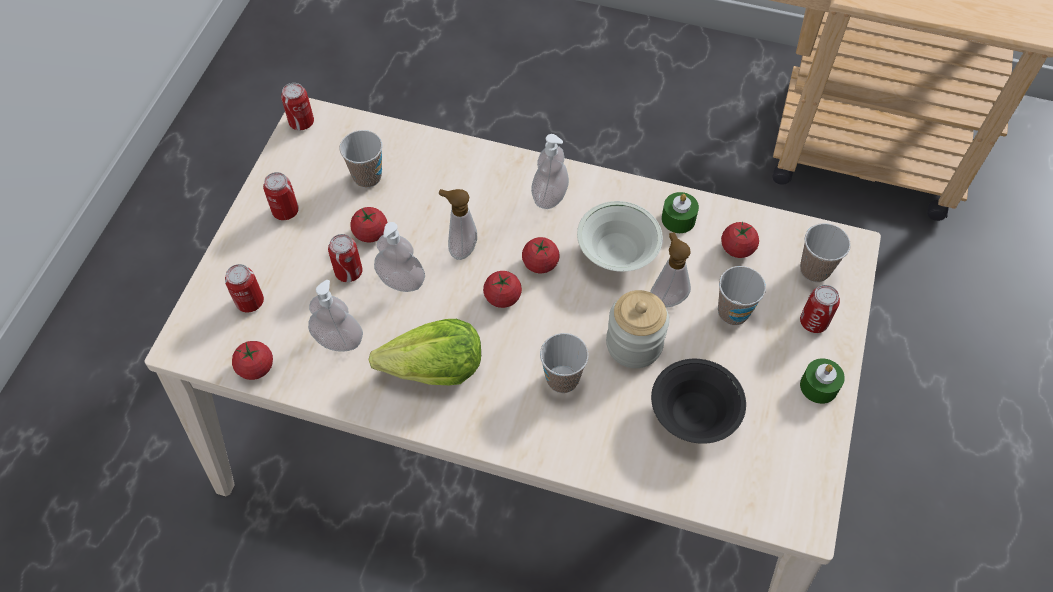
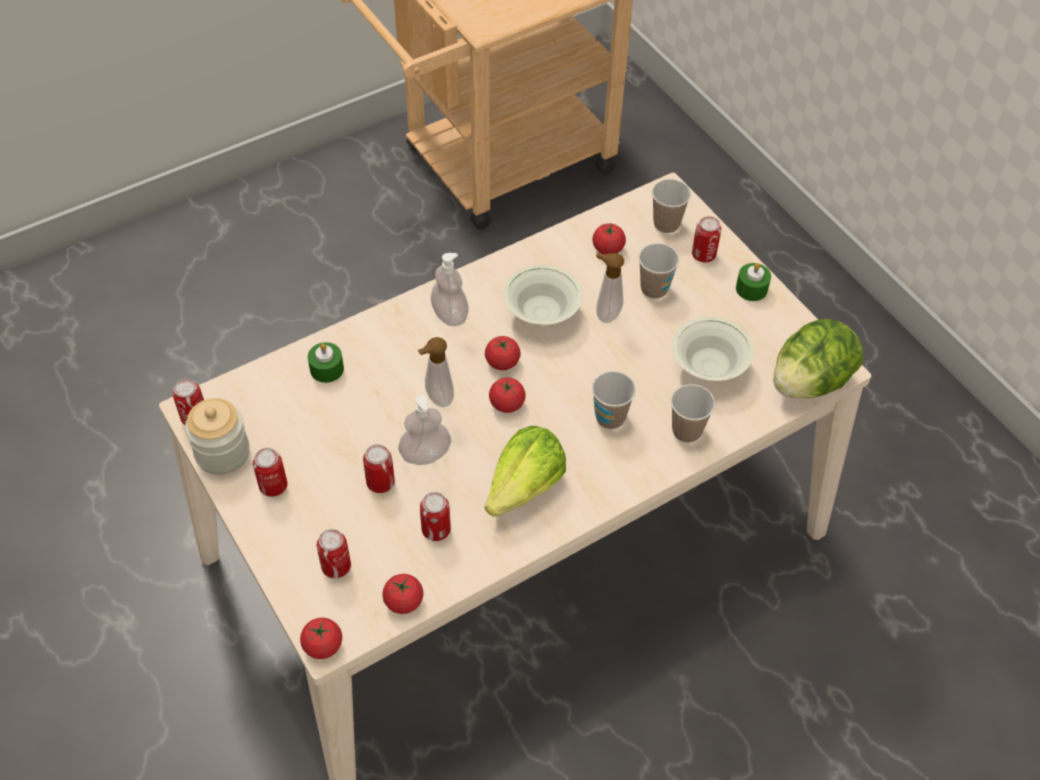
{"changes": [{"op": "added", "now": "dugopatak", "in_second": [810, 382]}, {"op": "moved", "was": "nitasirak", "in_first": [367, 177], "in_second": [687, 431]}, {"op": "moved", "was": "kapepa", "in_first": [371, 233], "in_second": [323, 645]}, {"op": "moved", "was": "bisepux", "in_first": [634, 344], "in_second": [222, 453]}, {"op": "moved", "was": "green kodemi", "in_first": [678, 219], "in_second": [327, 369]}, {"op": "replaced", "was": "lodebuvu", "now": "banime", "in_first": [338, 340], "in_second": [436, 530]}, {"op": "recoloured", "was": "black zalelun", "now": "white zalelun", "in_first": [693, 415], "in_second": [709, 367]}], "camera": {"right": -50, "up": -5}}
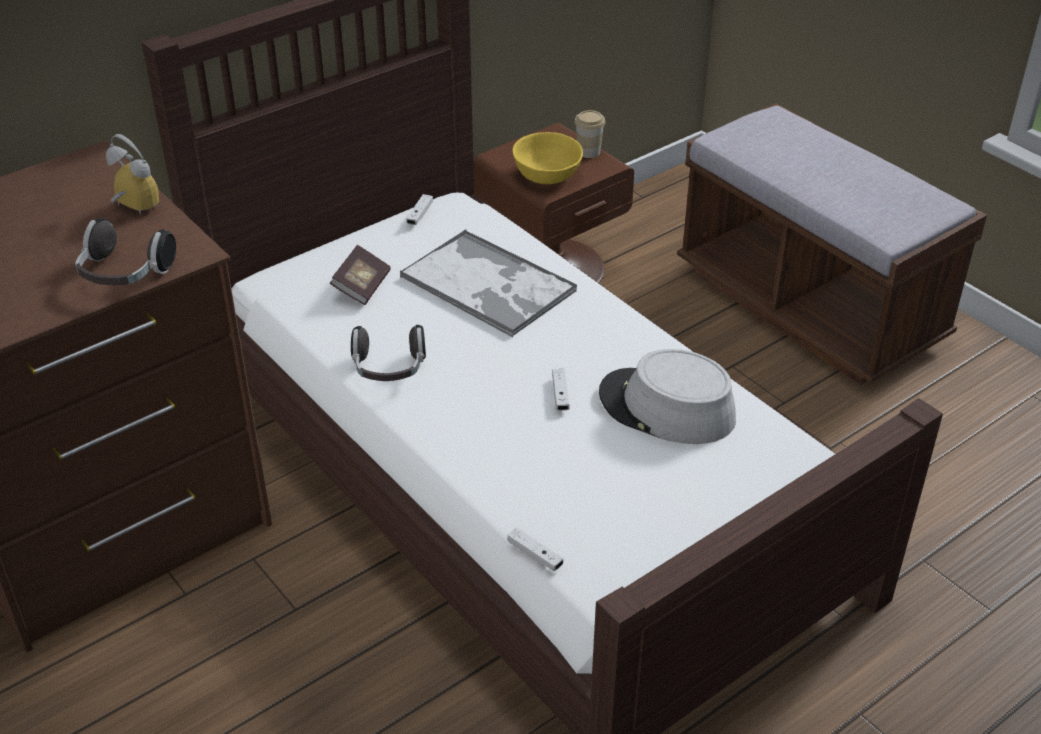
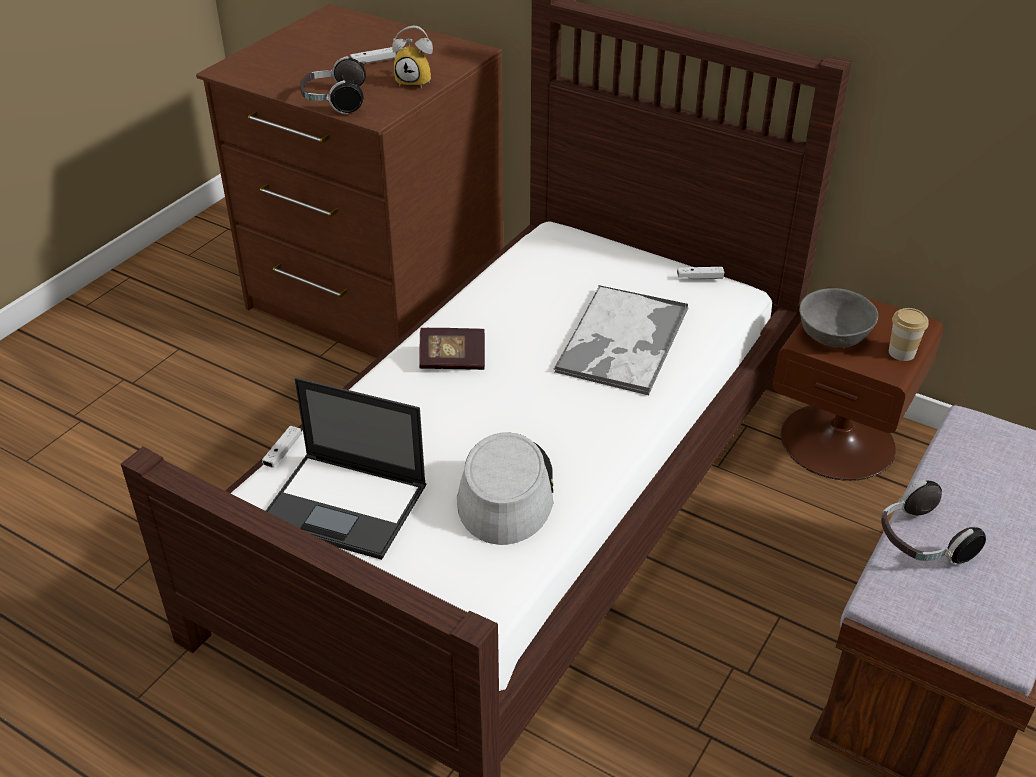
{"changes": [{"op": "added", "now": "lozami", "in_second": [346, 505]}, {"op": "moved", "was": "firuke", "in_first": [362, 286], "in_second": [452, 360]}, {"op": "moved", "was": "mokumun", "in_first": [389, 370], "in_second": [921, 542]}, {"op": "moved", "was": "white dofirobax", "in_first": [560, 395], "in_second": [373, 61]}, {"op": "recoloured", "was": "yellow zalelun", "now": "grey zalelun", "in_first": [547, 175], "in_second": [833, 336]}, {"op": "turned", "was": "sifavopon", "in_first": [132, 209], "in_second": [416, 82], "clockwise": 90}], "camera": {"right": 70, "up": 0}}
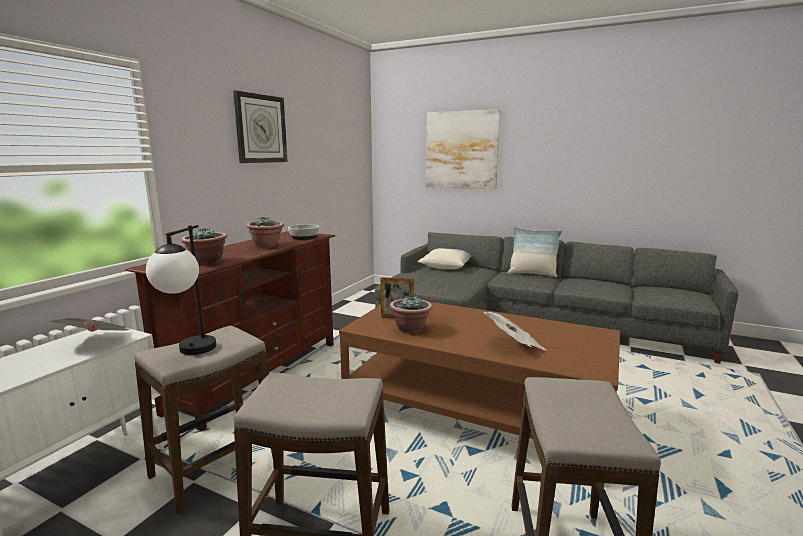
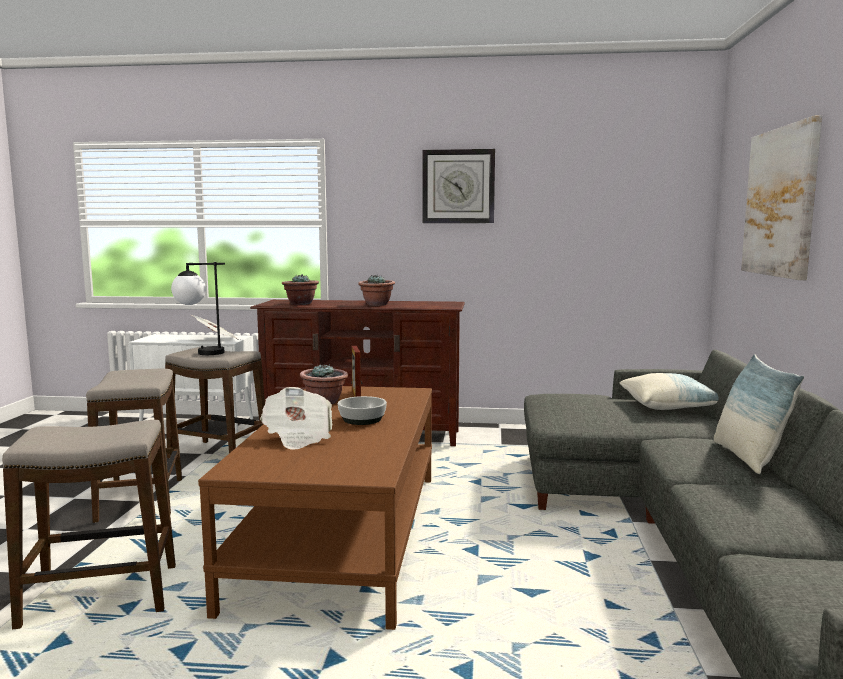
{"changes": [{"op": "moved", "was": "zalelun", "in_first": [304, 237], "in_second": [362, 419]}], "camera": {"right": 70, "up": -5}}
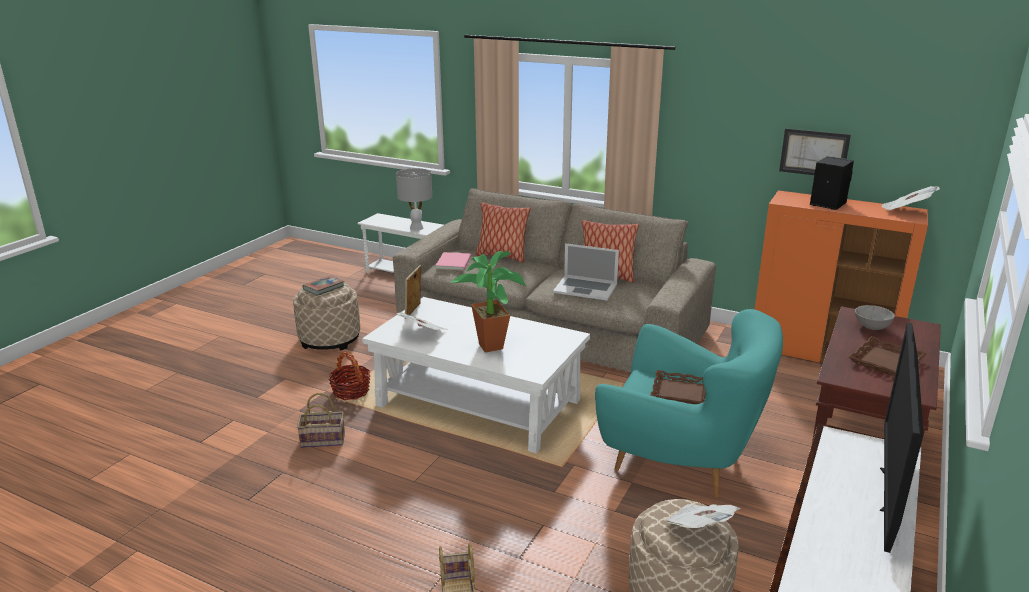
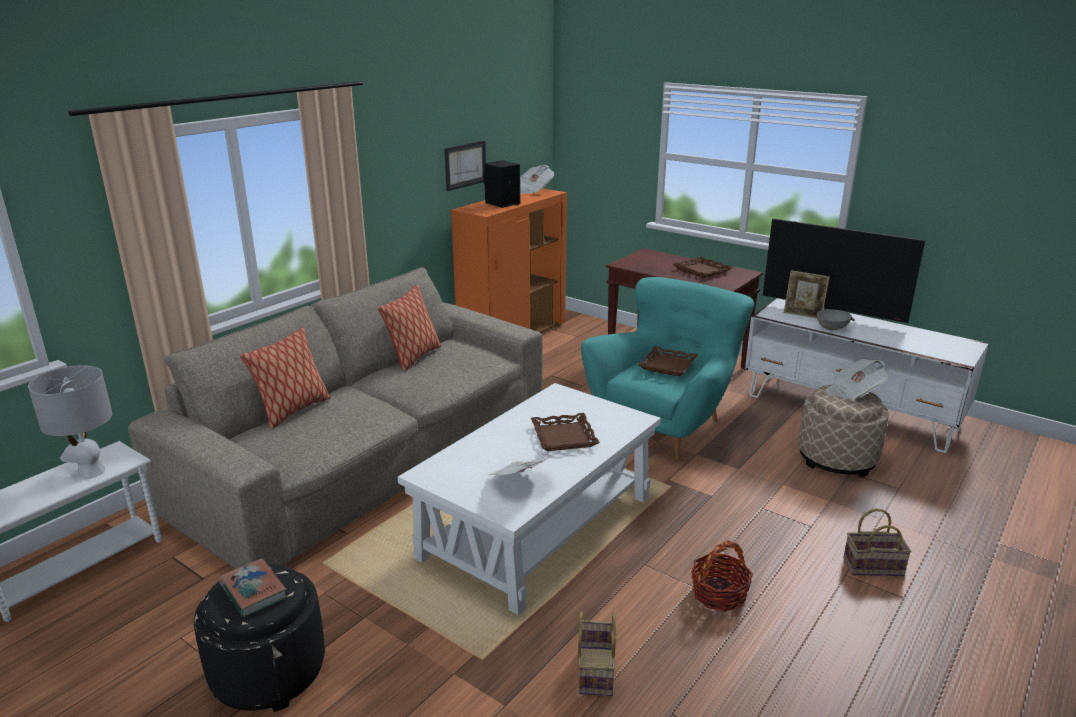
{"changes": [{"op": "removed", "was": "pink firuke", "in_first": [455, 262]}, {"op": "removed", "was": "lozami", "in_first": [585, 288]}, {"op": "moved", "was": "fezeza", "in_first": [351, 391], "in_second": [719, 594]}, {"op": "moved", "was": "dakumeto", "in_first": [414, 311], "in_second": [803, 315]}, {"op": "moved", "was": "grey zalelun", "in_first": [871, 327], "in_second": [832, 329]}, {"op": "replaced", "was": "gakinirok", "now": "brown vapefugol", "in_first": [492, 344], "in_second": [563, 437]}, {"op": "recoloured", "was": "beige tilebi", "now": "black tilebi", "in_first": [330, 339], "in_second": [268, 672]}], "camera": {"right": -80, "up": 0}}
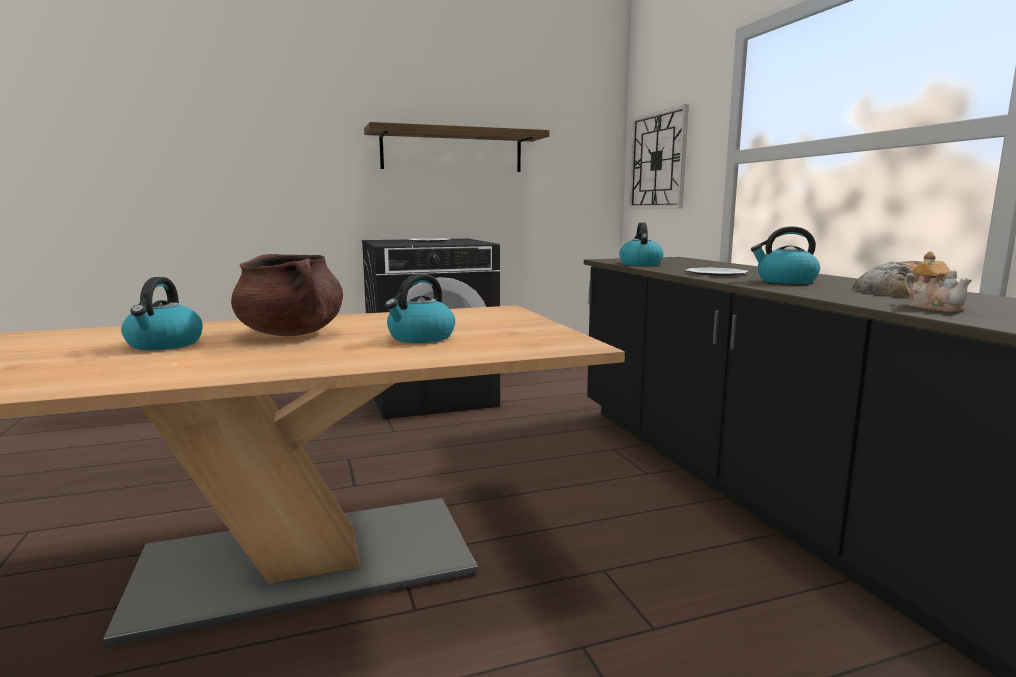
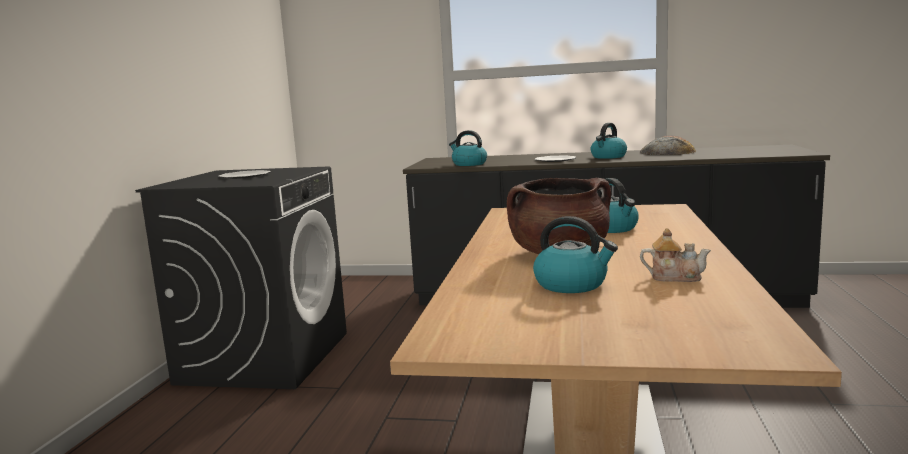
{"changes": [{"op": "removed", "was": "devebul", "in_first": [452, 151]}, {"op": "removed", "was": "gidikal", "in_first": [658, 161]}, {"op": "moved", "was": "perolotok", "in_first": [934, 307], "in_second": [674, 277]}], "camera": {"right": -60, "up": 0}}
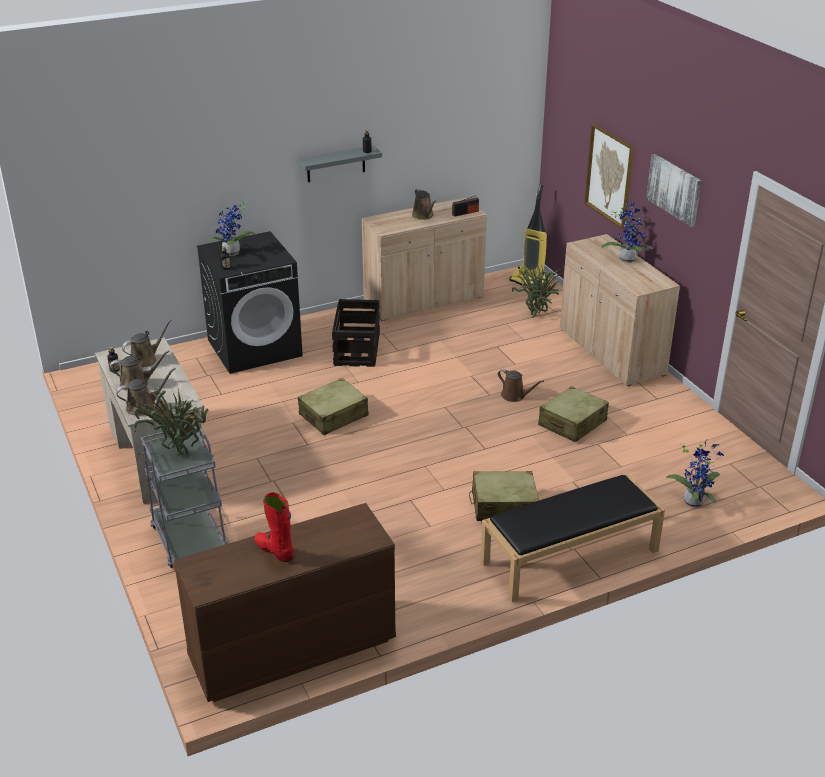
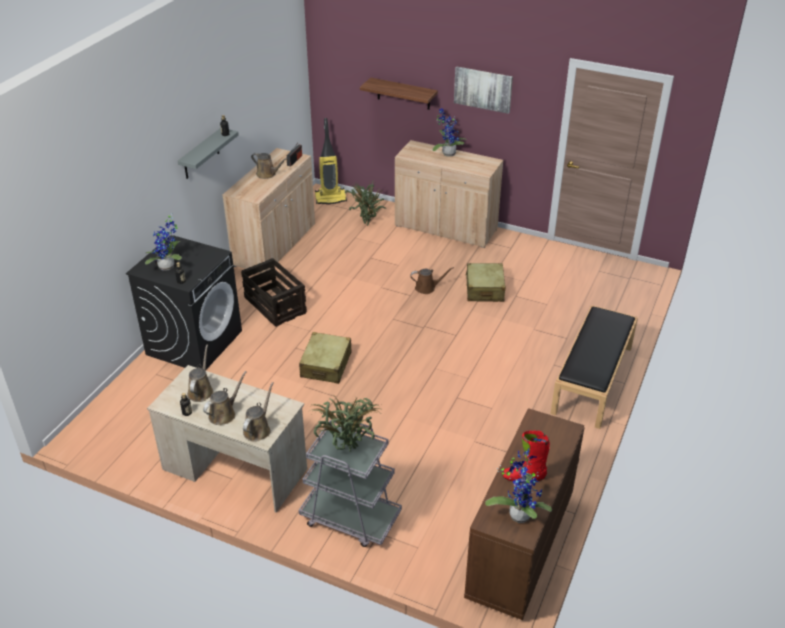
{"changes": [{"op": "removed", "was": "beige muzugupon", "in_first": [503, 506]}, {"op": "moved", "was": "gakinirok", "in_first": [694, 500], "in_second": [519, 513]}, {"op": "replaced", "was": "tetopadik", "now": "devebul", "in_first": [610, 176], "in_second": [403, 94]}], "camera": {"right": -40, "up": 5}}
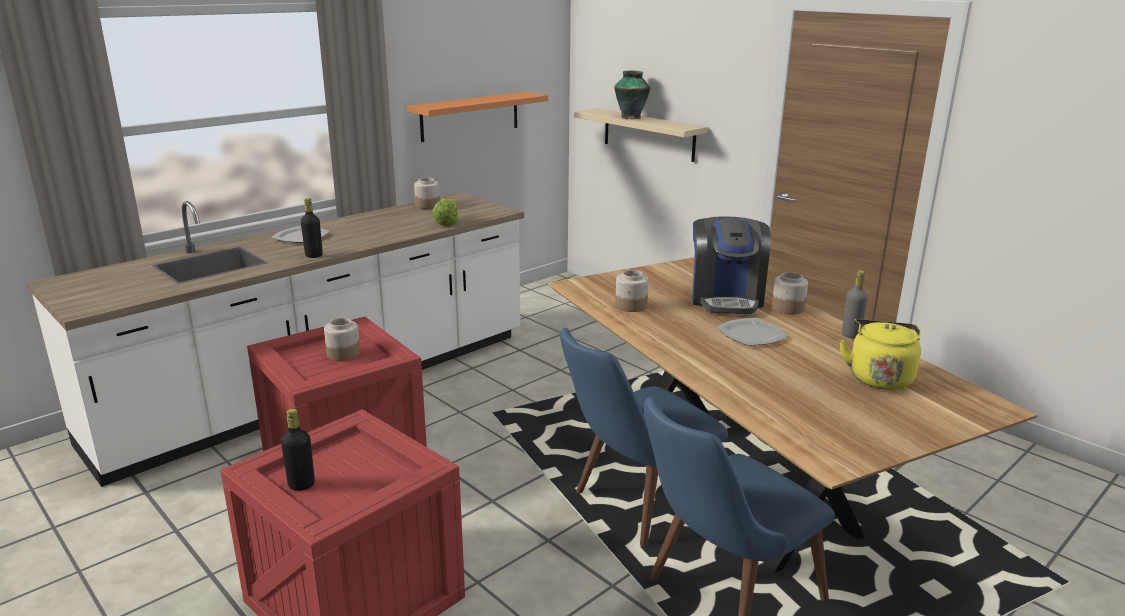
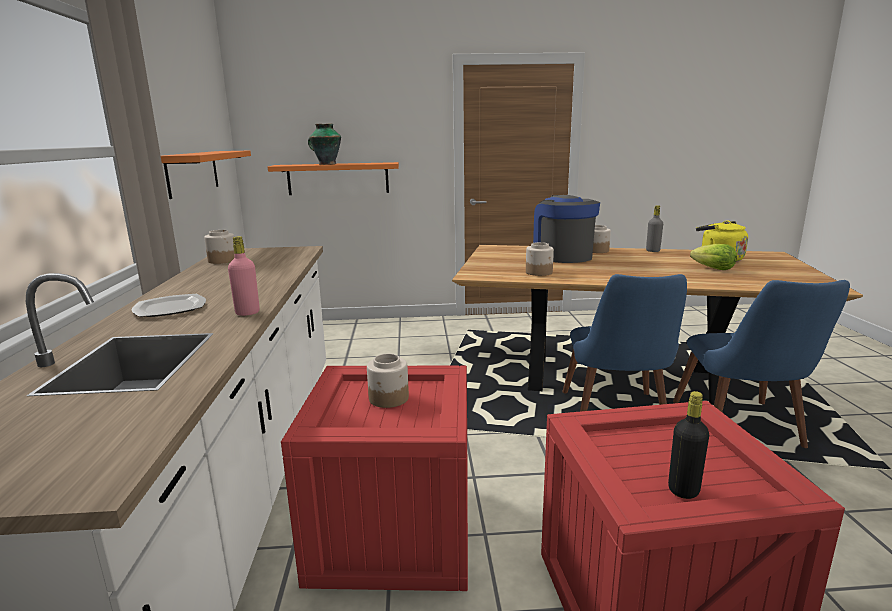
{"changes": [{"op": "removed", "was": "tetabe", "in_first": [751, 334]}, {"op": "moved", "was": "dugopatak", "in_first": [446, 223], "in_second": [713, 269]}, {"op": "recoloured", "was": "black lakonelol", "now": "pink lakonelol", "in_first": [314, 255], "in_second": [247, 313]}, {"op": "recoloured", "was": "beige devebul", "now": "orange devebul", "in_first": [648, 134], "in_second": [338, 178]}, {"op": "turned", "was": "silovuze", "in_first": [726, 298], "in_second": [562, 255], "clockwise": -150}], "camera": {"right": -50, "up": -5}}
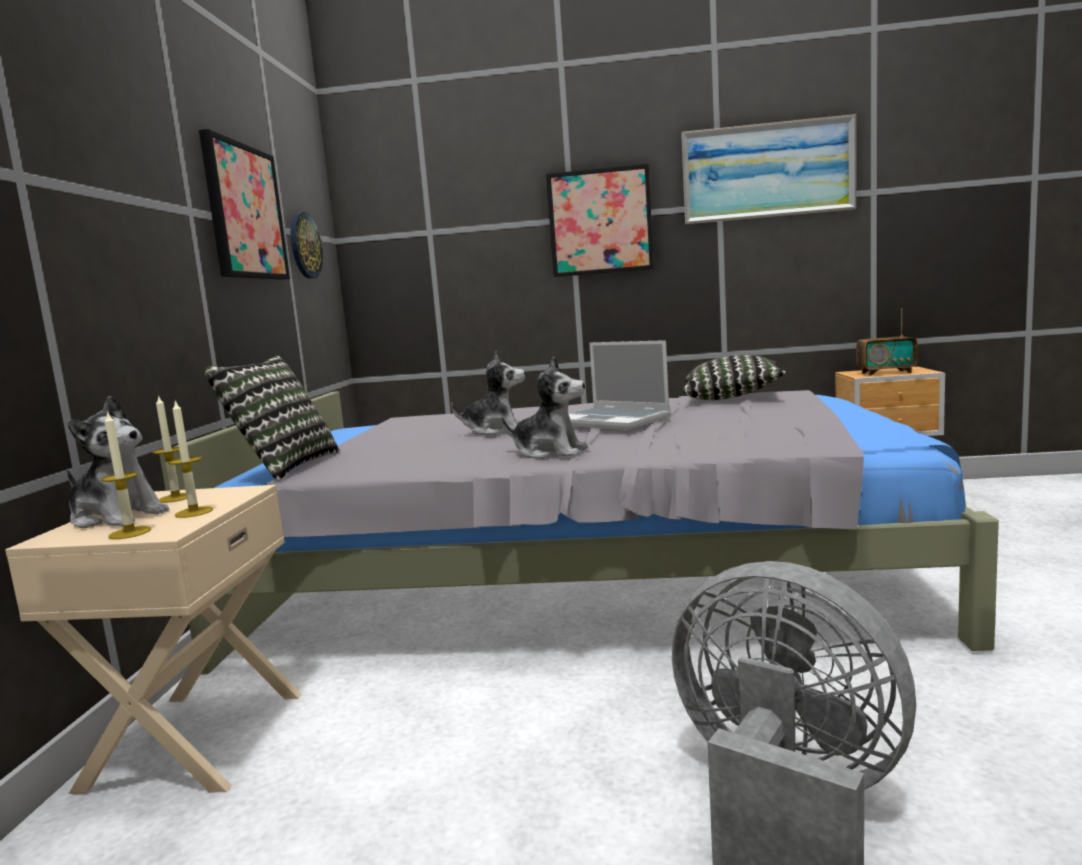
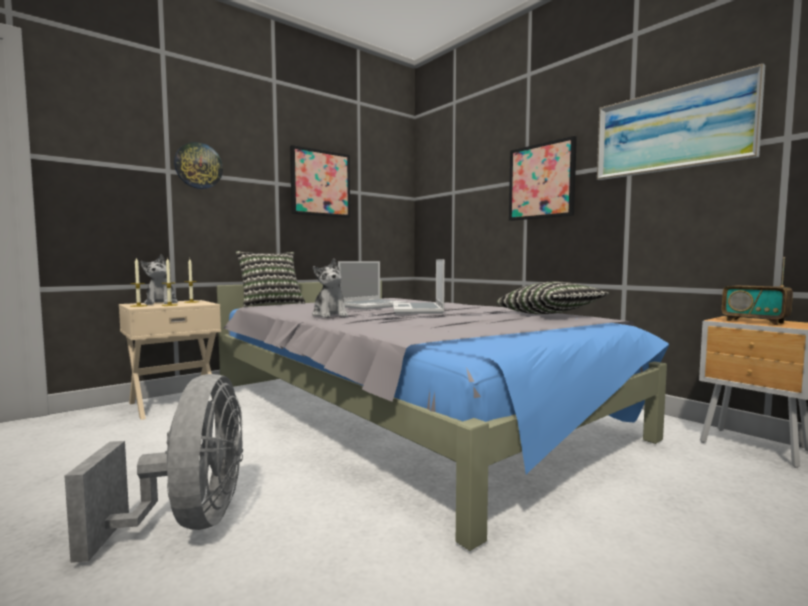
{"changes": [{"op": "moved", "was": "gidikal", "in_first": [304, 245], "in_second": [198, 166]}, {"op": "replaced", "was": "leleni", "now": "lozami", "in_first": [495, 430], "in_second": [372, 306]}], "camera": {"right": 45, "up": -5}}
